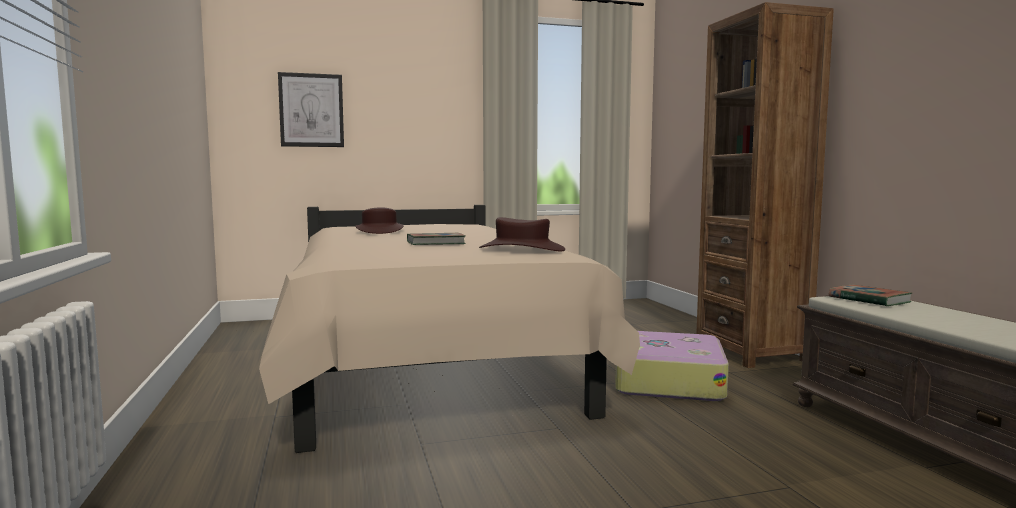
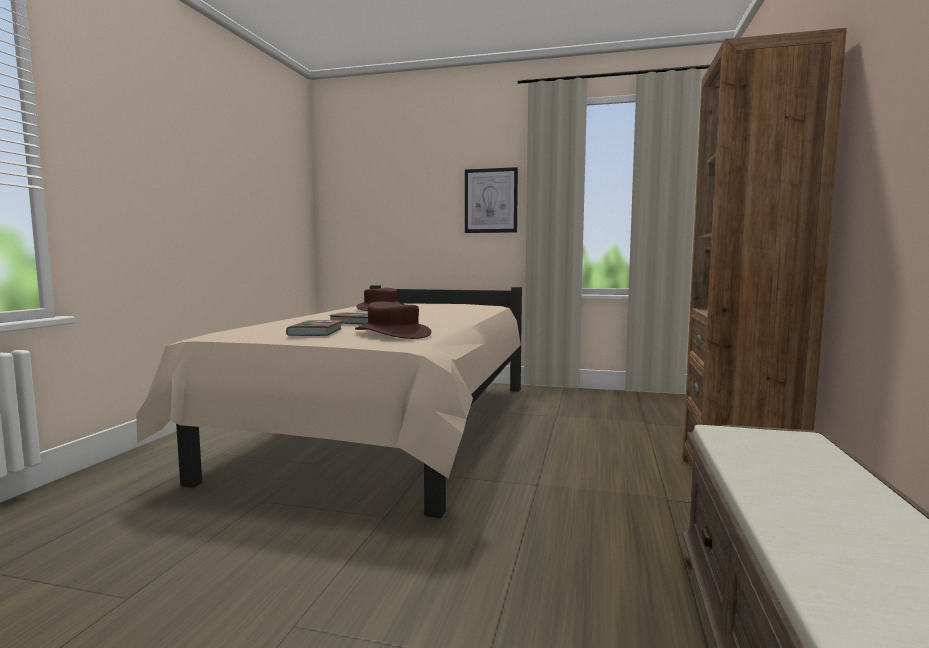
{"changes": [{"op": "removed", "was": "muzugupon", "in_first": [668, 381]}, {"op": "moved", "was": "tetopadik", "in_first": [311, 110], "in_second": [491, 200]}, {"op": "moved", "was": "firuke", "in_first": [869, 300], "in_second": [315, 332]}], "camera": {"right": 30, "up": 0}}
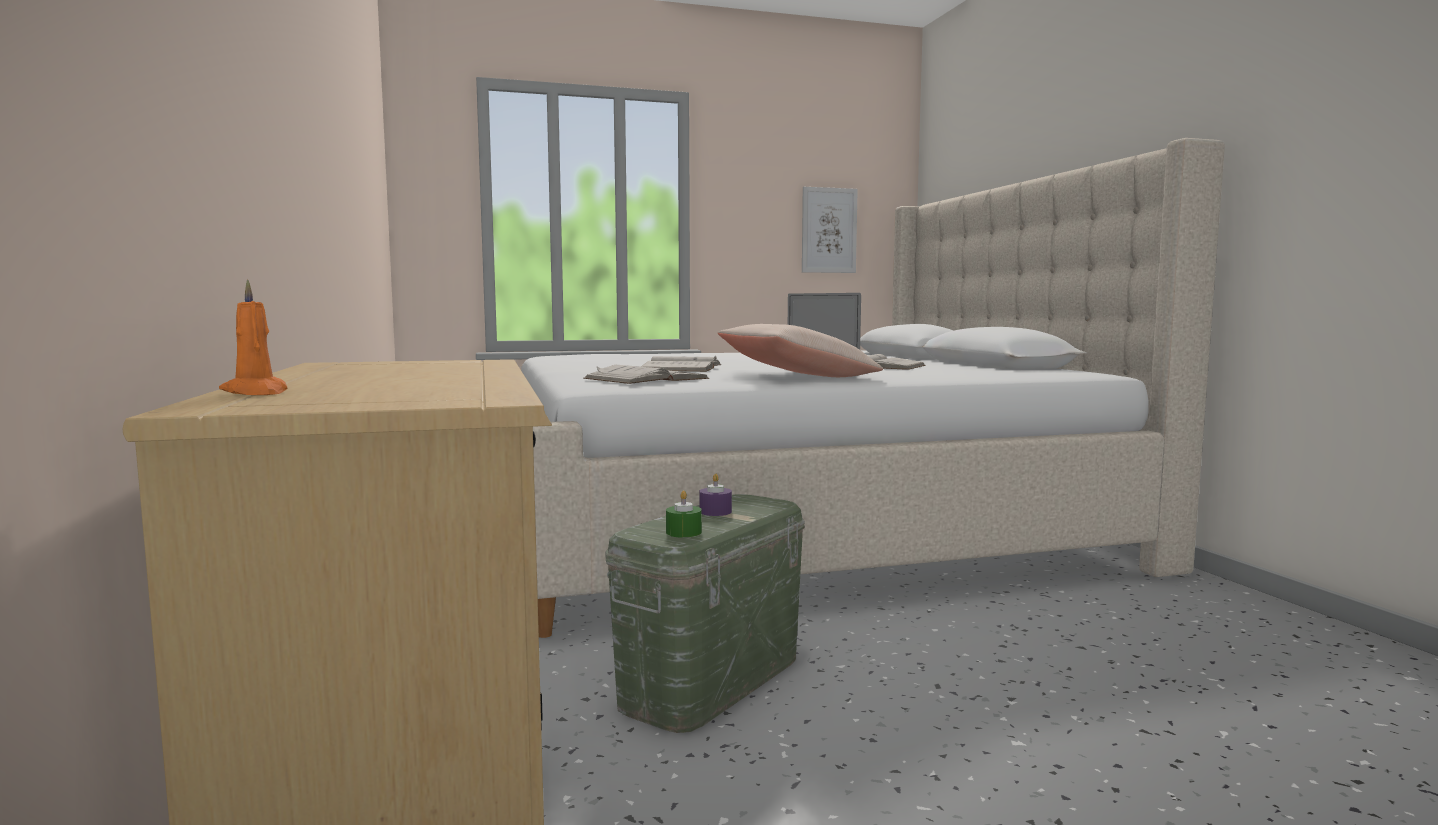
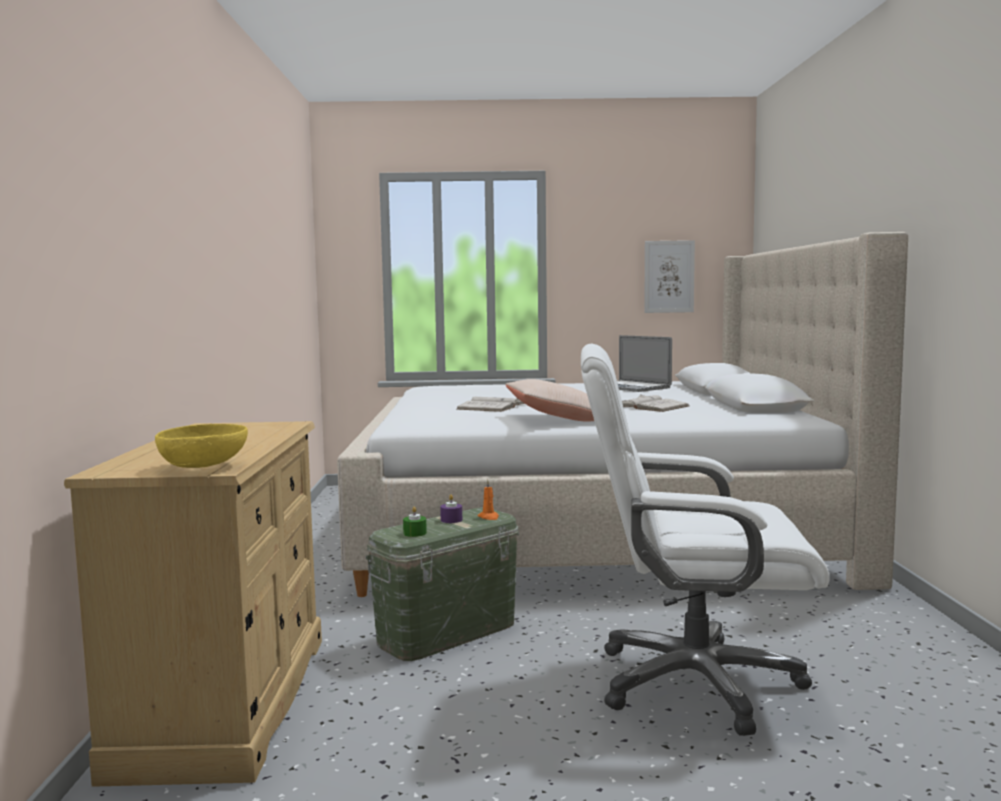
{"changes": [{"op": "removed", "was": "white firuke", "in_first": [646, 379]}, {"op": "added", "now": "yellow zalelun", "in_second": [204, 467]}, {"op": "added", "now": "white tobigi", "in_second": [693, 682]}, {"op": "moved", "was": "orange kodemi", "in_first": [256, 393], "in_second": [489, 517]}], "camera": {"right": 15, "up": 0}}
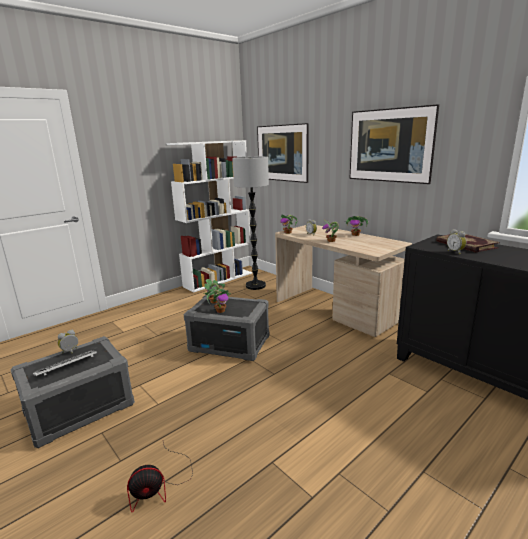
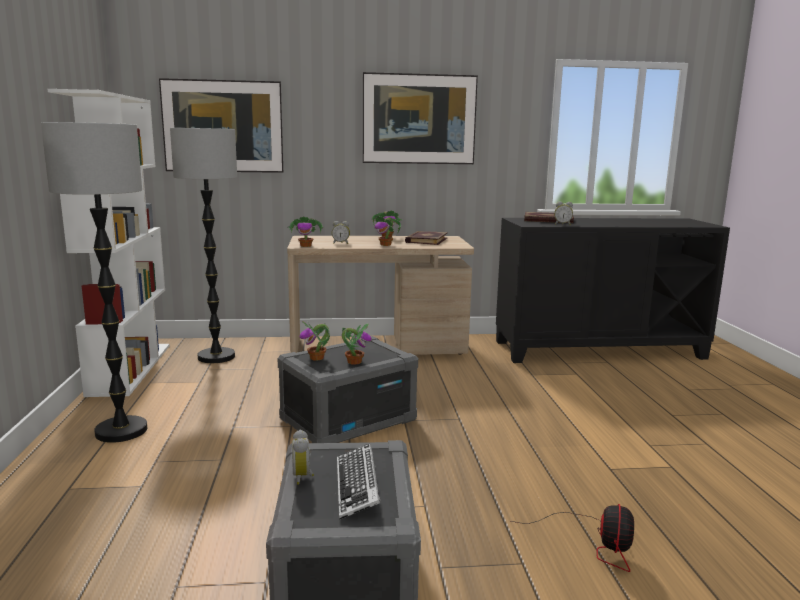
{"changes": [{"op": "added", "now": "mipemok", "in_second": [121, 431]}, {"op": "added", "now": "firuke", "in_second": [426, 240]}], "camera": {"right": -55, "up": -5}}
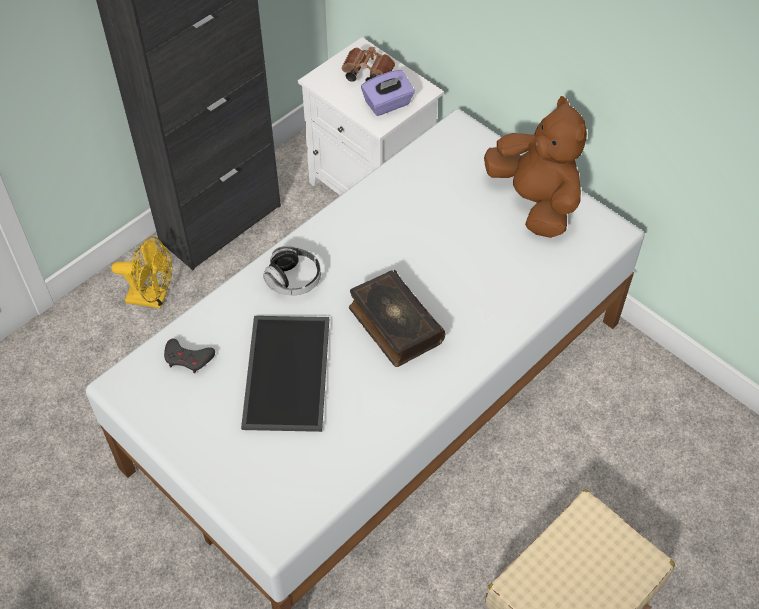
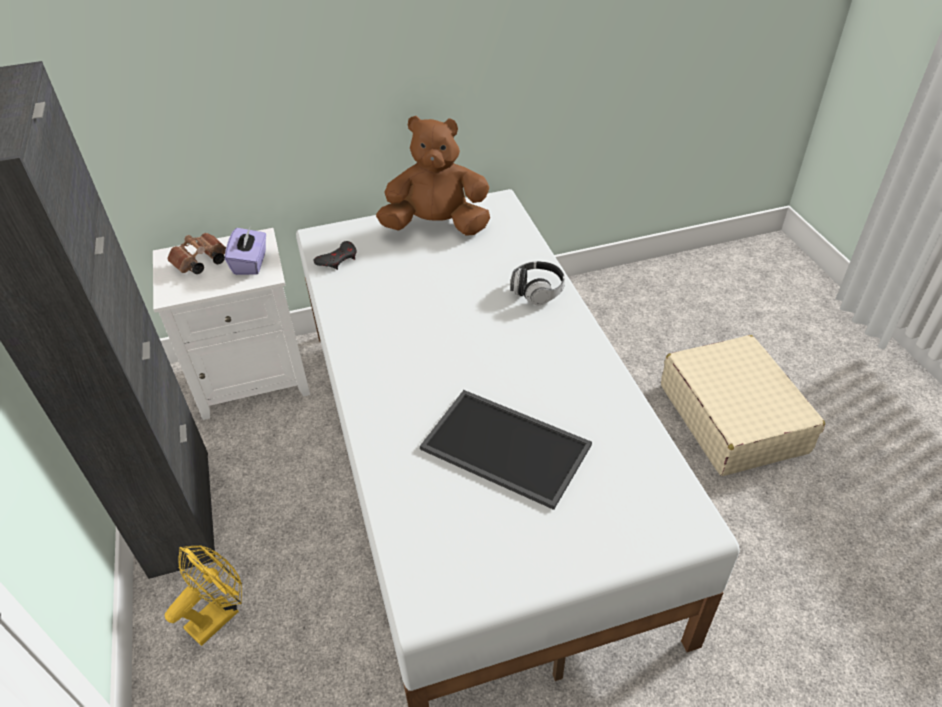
{"changes": [{"op": "removed", "was": "firuke", "in_first": [394, 325]}, {"op": "moved", "was": "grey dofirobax", "in_first": [188, 358], "in_second": [338, 259]}, {"op": "moved", "was": "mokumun", "in_first": [294, 279], "in_second": [537, 291]}], "camera": {"right": -60, "up": -10}}
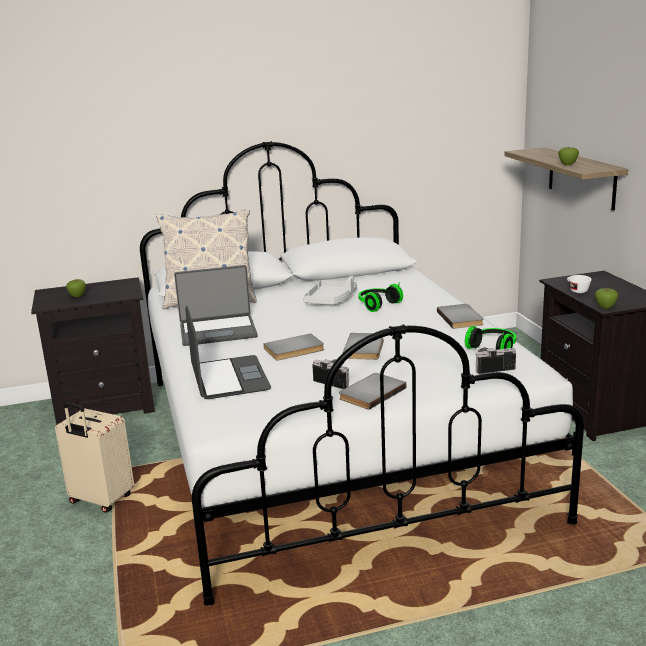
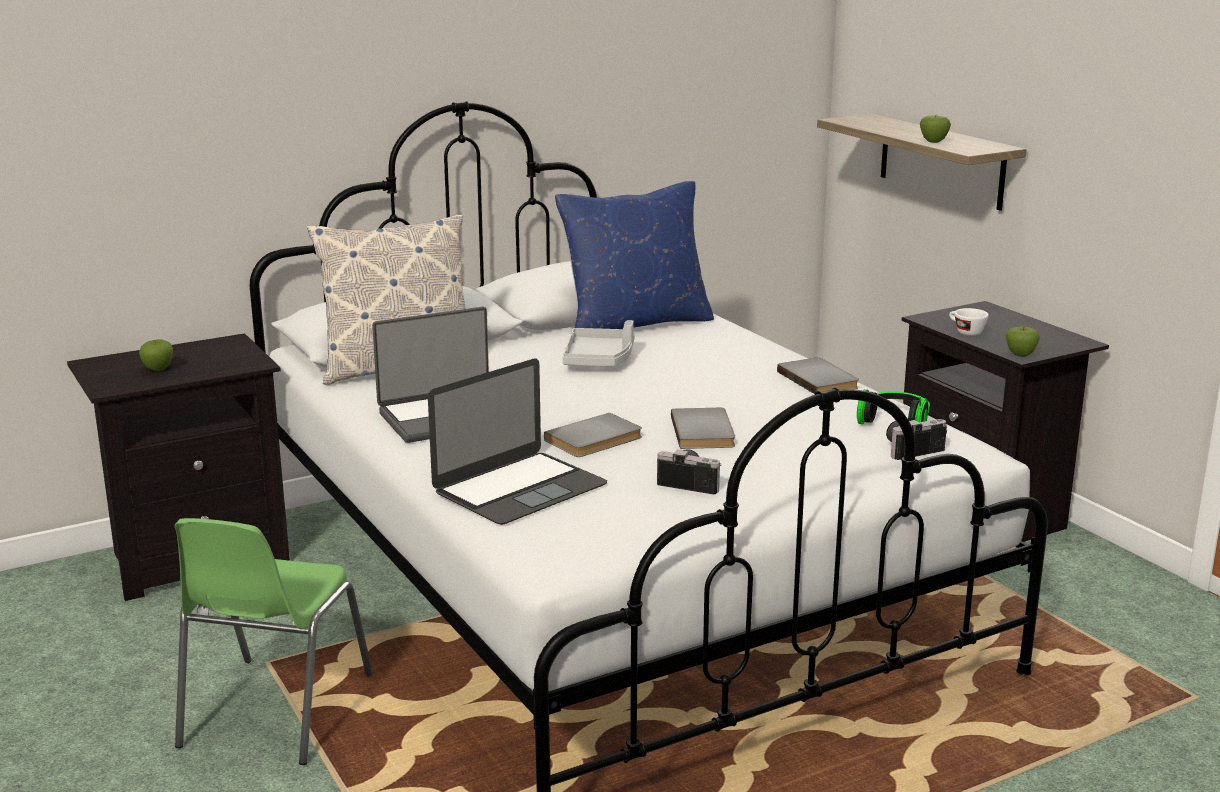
{"changes": [{"op": "removed", "was": "grey firuke", "in_first": [370, 393]}, {"op": "removed", "was": "mokumun", "in_first": [377, 305]}, {"op": "added", "now": "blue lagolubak", "in_second": [635, 323]}, {"op": "replaced", "was": "beige muzugupon", "now": "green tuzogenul", "in_first": [100, 500], "in_second": [273, 712]}, {"op": "turned", "was": "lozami", "in_first": [229, 378], "in_second": [520, 488], "clockwise": 75}], "camera": {"right": -15, "up": 0}}
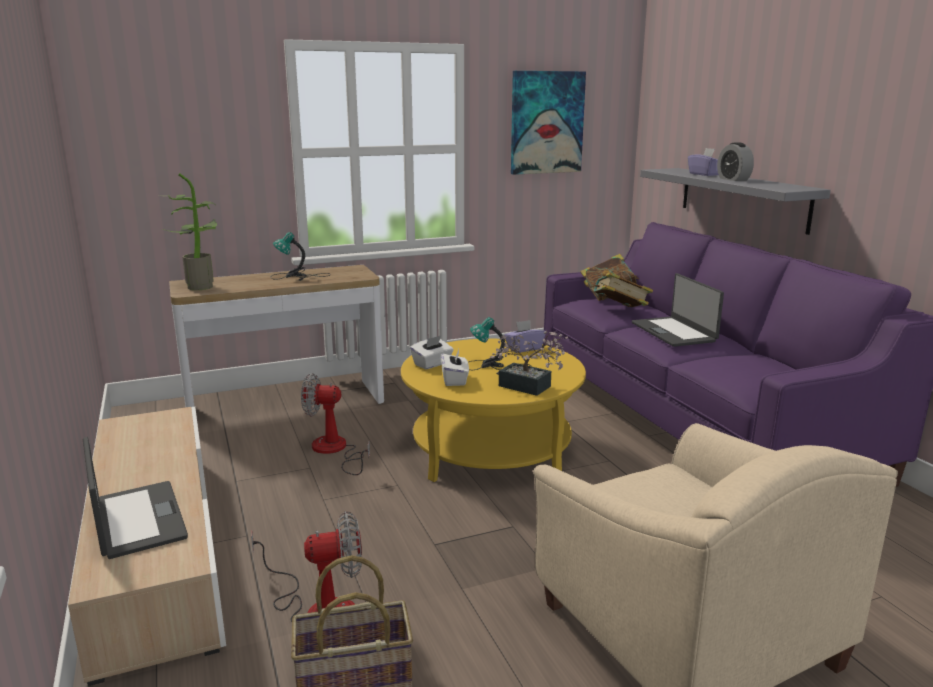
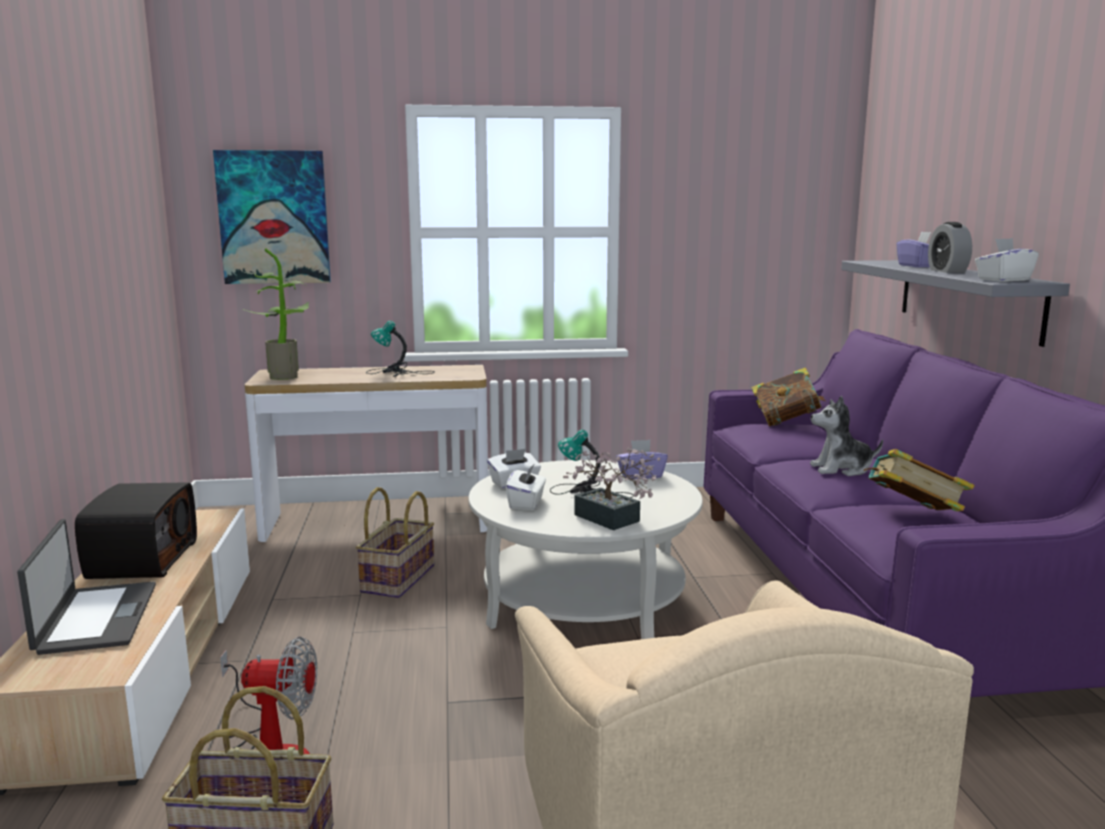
{"changes": [{"op": "added", "now": "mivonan", "in_second": [141, 559]}, {"op": "added", "now": "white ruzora", "in_second": [1003, 280]}, {"op": "moved", "was": "tetopadik", "in_first": [546, 122], "in_second": [274, 217]}, {"op": "moved", "was": "firuke", "in_first": [619, 311], "in_second": [912, 515]}, {"op": "replaced", "was": "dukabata", "now": "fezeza", "in_first": [335, 451], "in_second": [399, 579]}, {"op": "replaced", "was": "lozami", "now": "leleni", "in_first": [674, 332], "in_second": [841, 469]}, {"op": "recoloured", "was": "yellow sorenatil", "now": "white sorenatil", "in_first": [492, 450], "in_second": [584, 600]}], "camera": {"right": 15, "up": -5}}
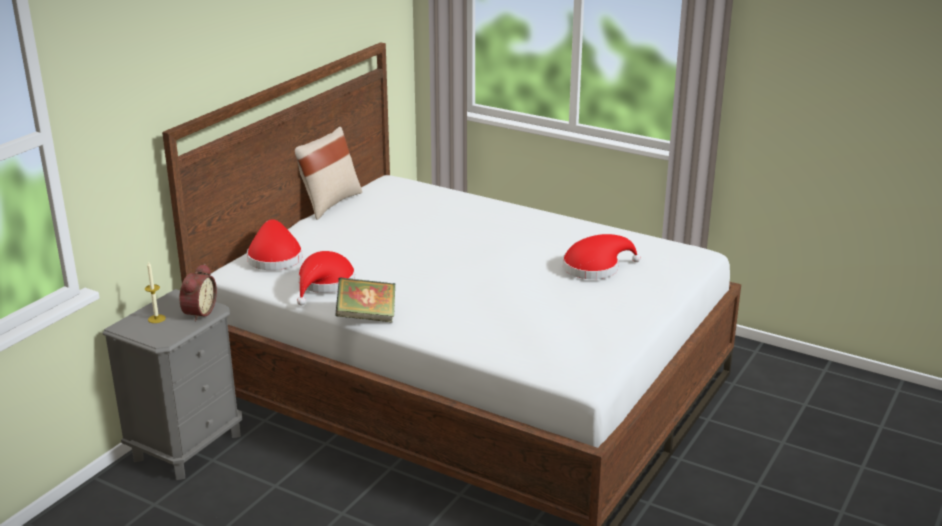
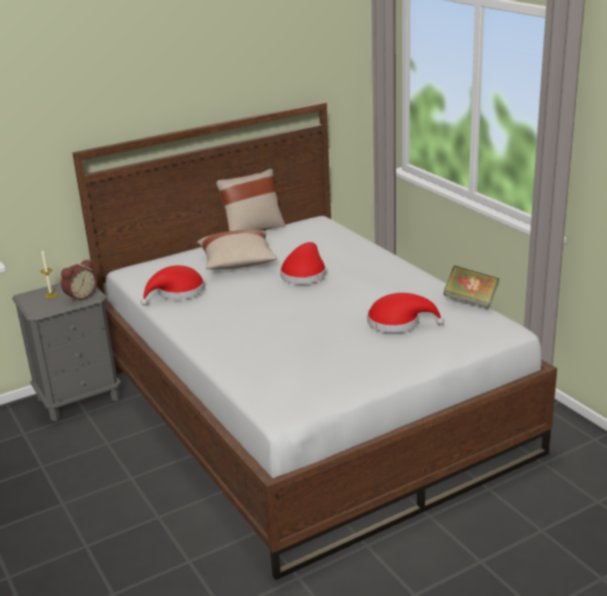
{"changes": [{"op": "added", "now": "beige lagolubak", "in_second": [237, 263]}, {"op": "moved", "was": "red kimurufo", "in_first": [274, 257], "in_second": [304, 274]}, {"op": "moved", "was": "firuke", "in_first": [366, 316], "in_second": [470, 301]}], "camera": {"right": 30, "up": 0}}
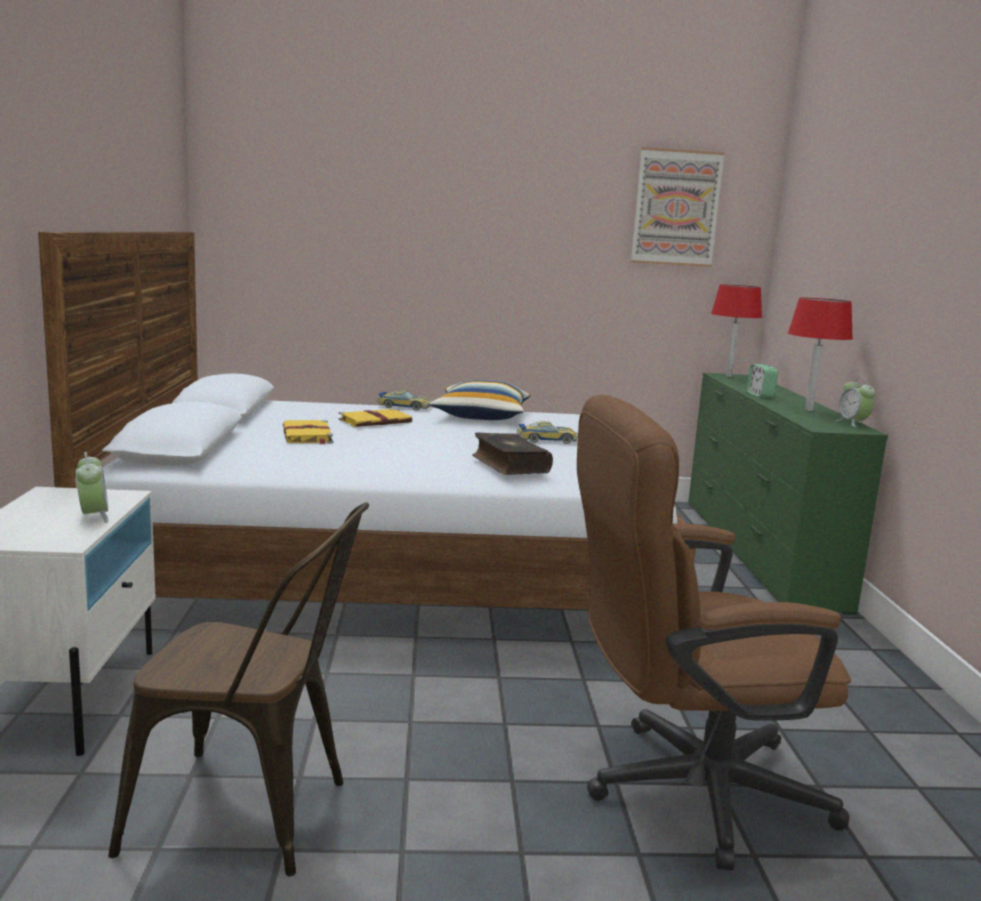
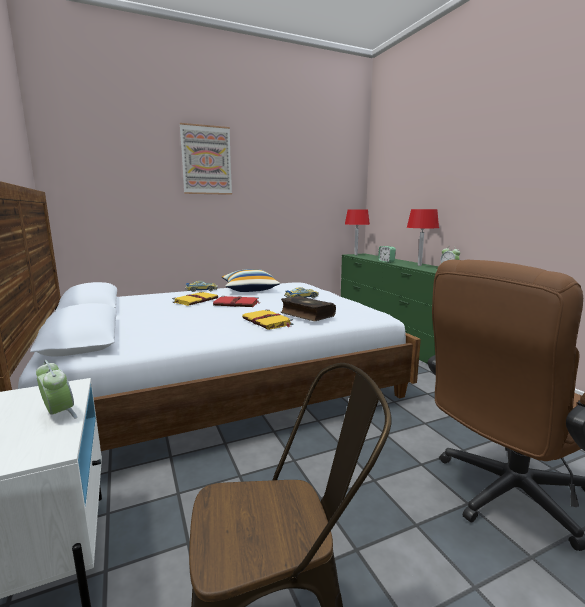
{"changes": [{"op": "added", "now": "red firuke", "in_second": [237, 304]}, {"op": "moved", "was": "yellow firuke", "in_first": [307, 435], "in_second": [267, 322]}, {"op": "moved", "was": "tetopadik", "in_first": [676, 208], "in_second": [206, 160]}], "camera": {"right": -20, "up": 0}}
